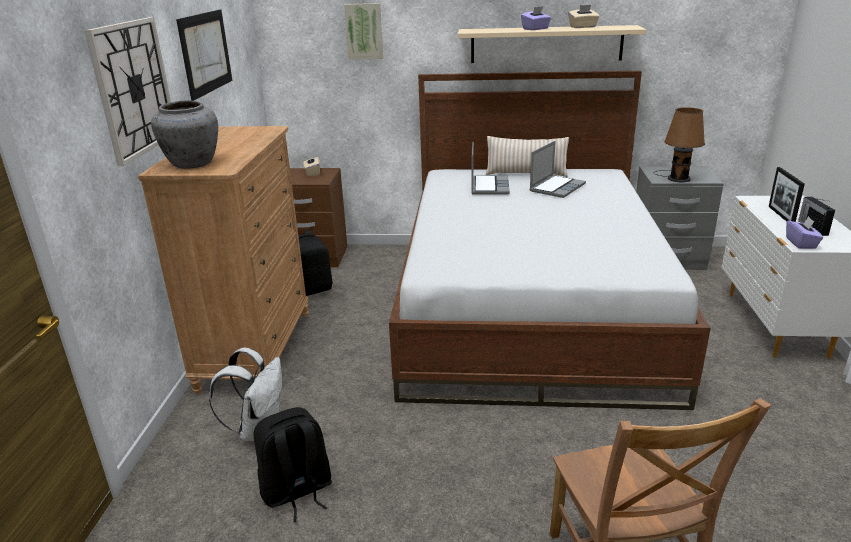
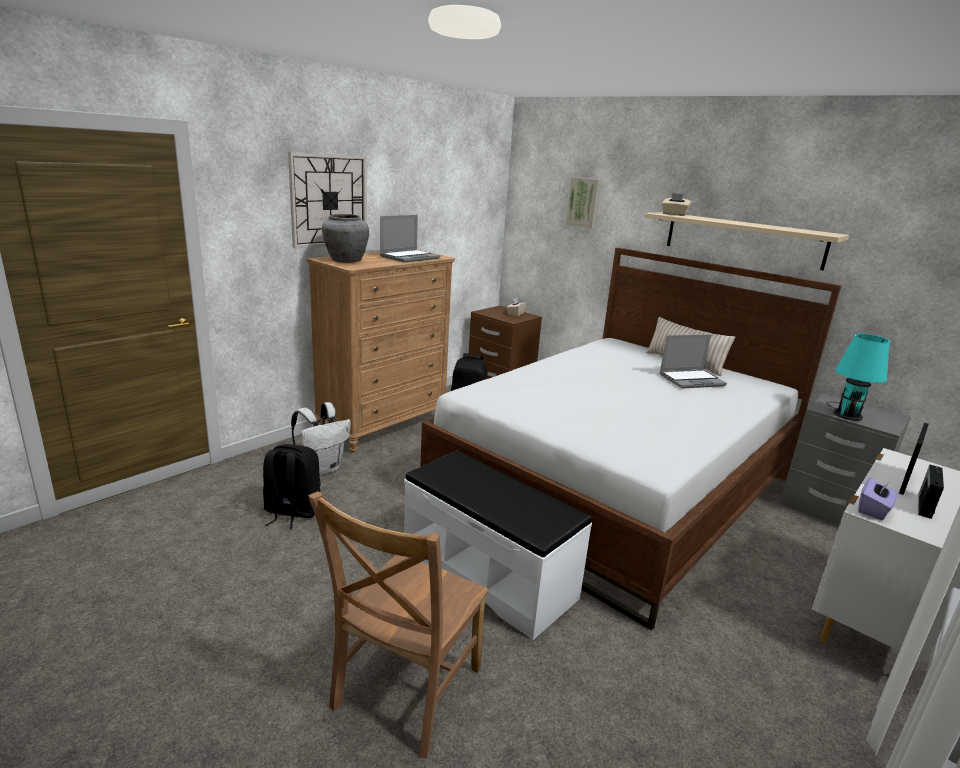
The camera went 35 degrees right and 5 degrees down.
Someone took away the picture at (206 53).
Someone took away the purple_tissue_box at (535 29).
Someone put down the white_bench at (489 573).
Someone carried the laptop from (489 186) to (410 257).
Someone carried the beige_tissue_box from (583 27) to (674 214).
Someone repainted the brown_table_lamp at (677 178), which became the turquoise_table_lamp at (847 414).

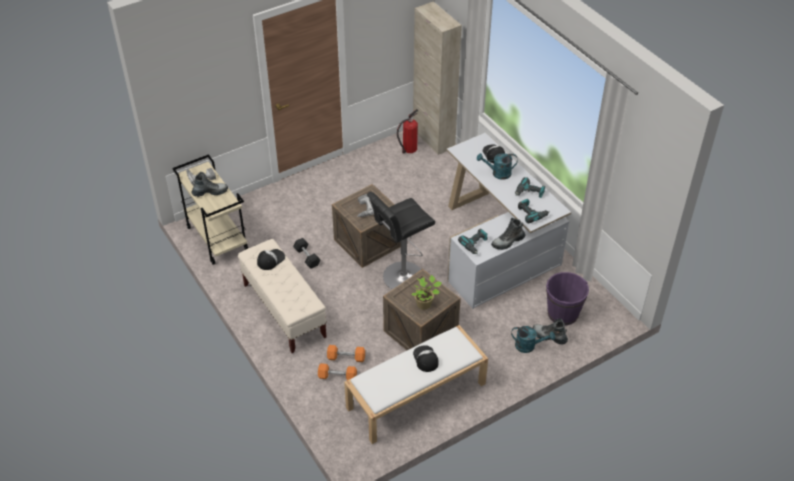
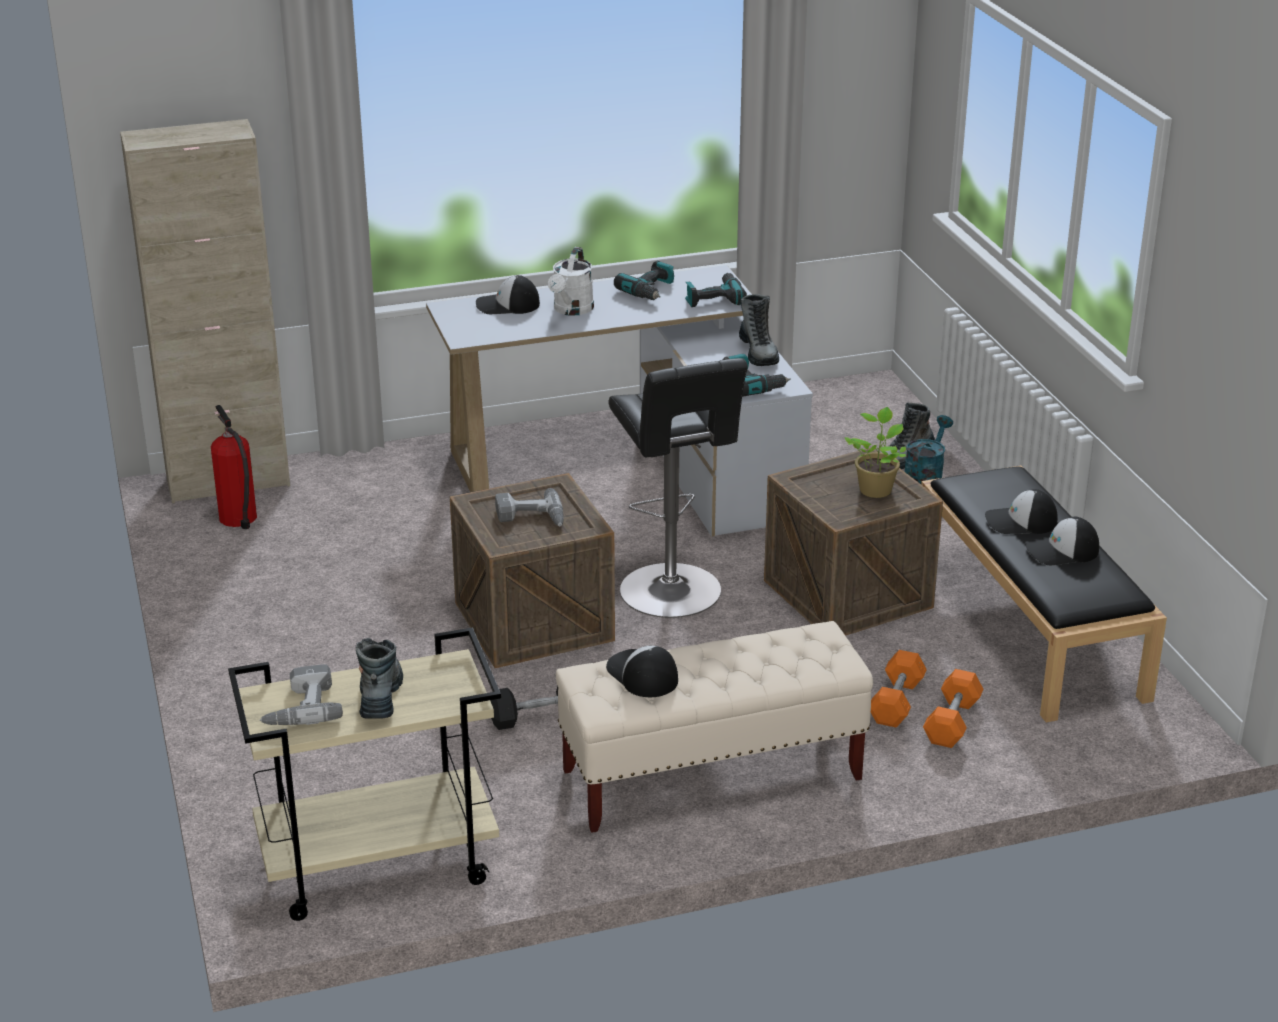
The camera went 75 degrees left and 15 degrees down.
Someone took away the purple_bucket at (562 314).
Someone put down the cap at (1062 551).
Someone repainted the white_bench at (416 396), which became the black_bench at (1030 627).
Someone repainted the turquoise_watering_can at (498 173), which became the white_watering_can at (571 310).

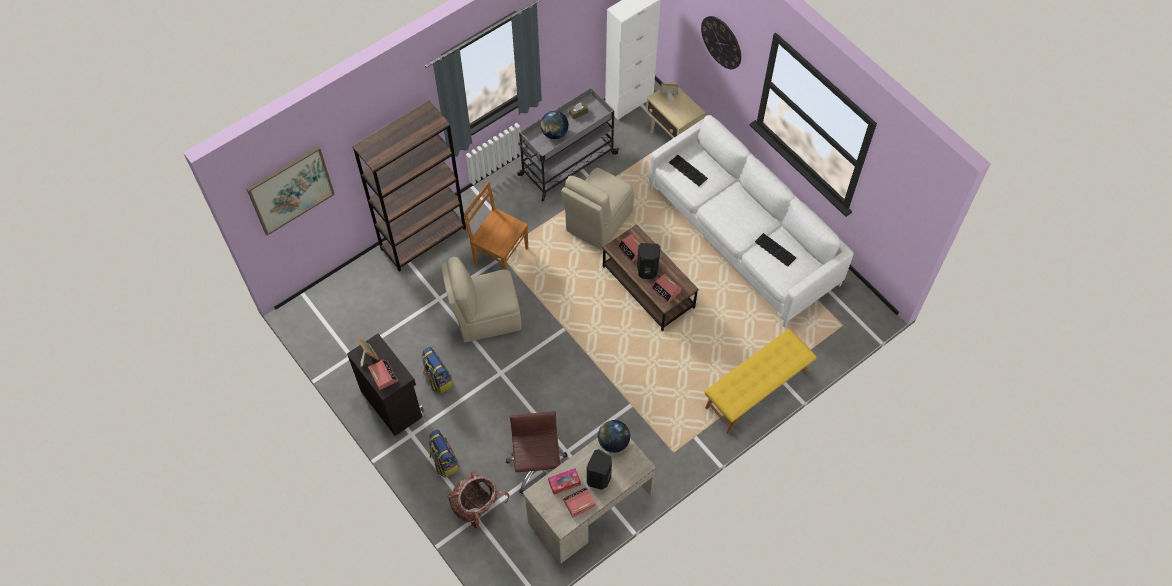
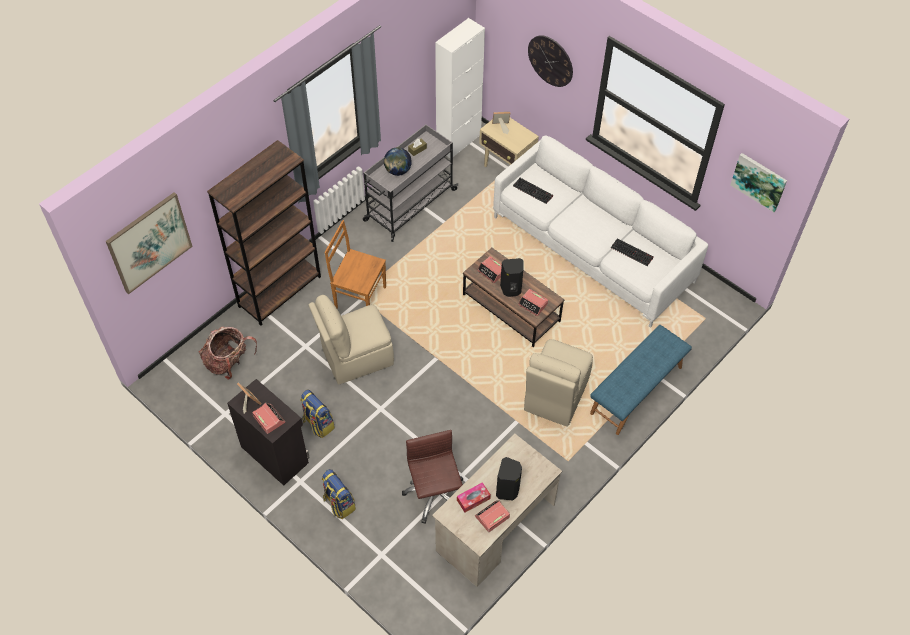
The camera went 10 degrees left and 5 degrees down.
Someone took away the globe at (613 442).
Someone put up the picture at (759 181).
Someone carried the backpack from (477 506) to (229 362).
Someone carried the beige_chair from (598 222) to (555 396).
Someone repainted the yellow_bench at (756 391), which became the blue_bench at (637 390).

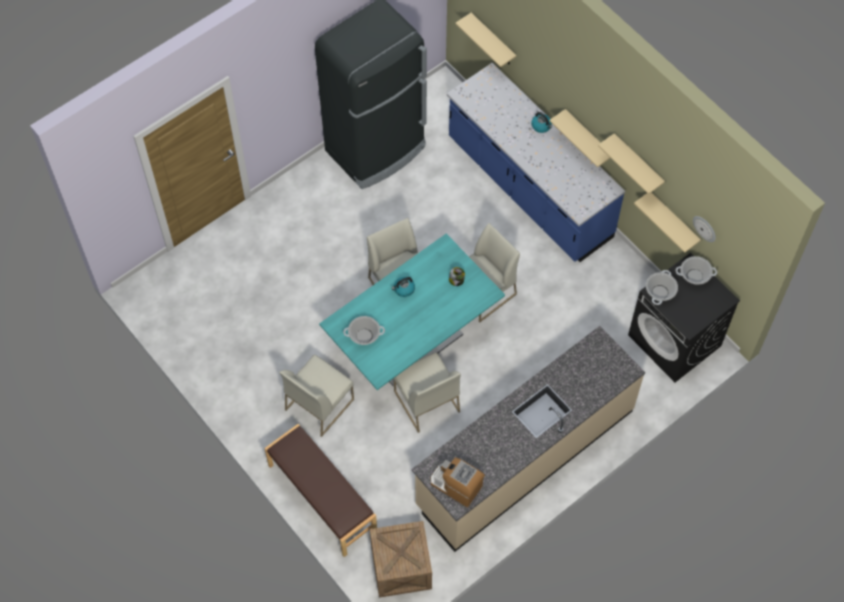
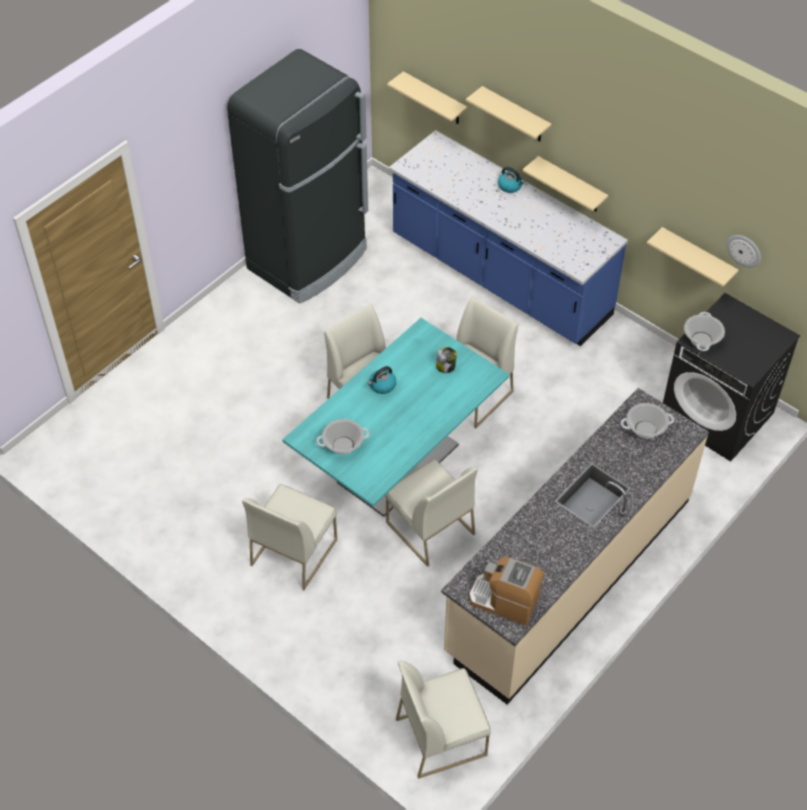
The camera went 10 degrees left and 10 degrees down.
Someone took away the brown_bench at (321 498).
Someone carried the beige_shelf from (638 163) to (515 115).
Someone carried the cooking_pot from (694 276) to (645 429).
Someone swapped the crate at (401 567) for the white_chair at (441 736).

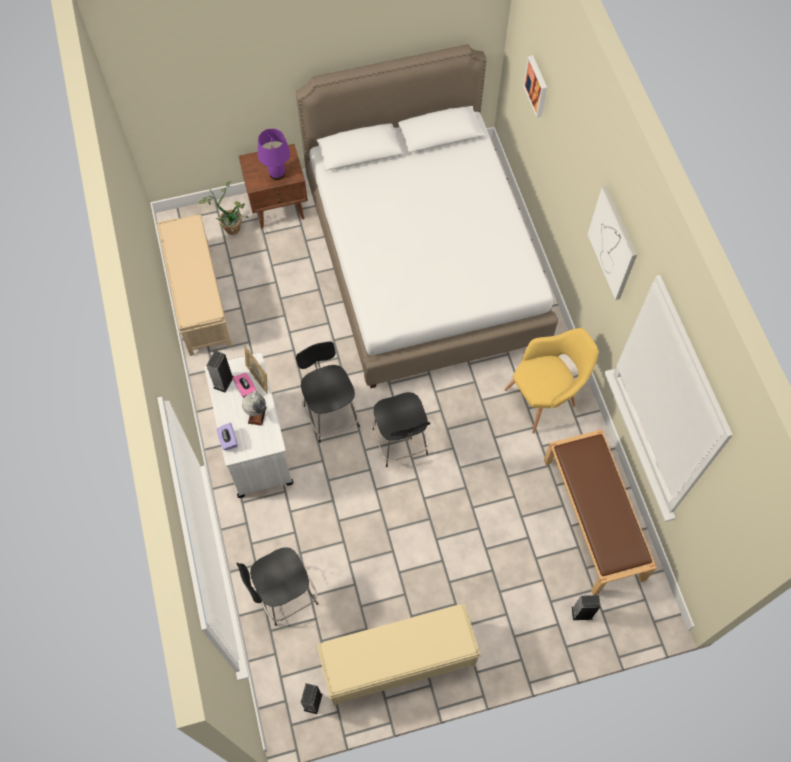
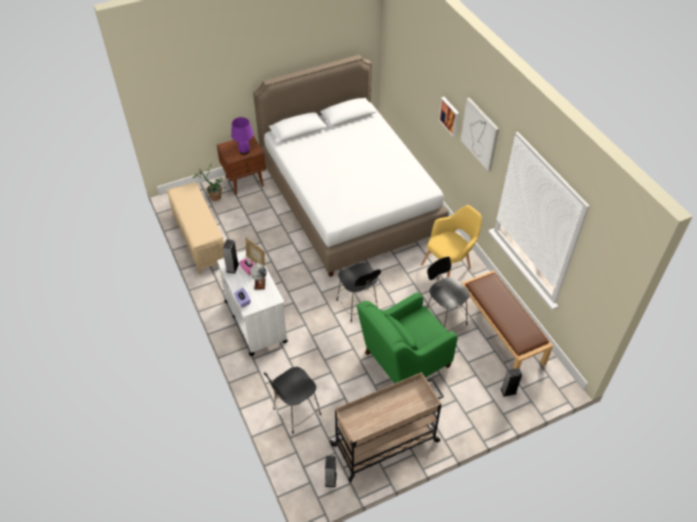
The camera went 10 degrees left and 15 degrees down.
Someone put down the green_armchair at (404 361).
Someone carried the black_chair from (330 414) to (444 320).
Someone carried the picture from (537 86) to (450 116).
Someone swapped the beige_bench at (397 662) for the beige_cart at (386 443).

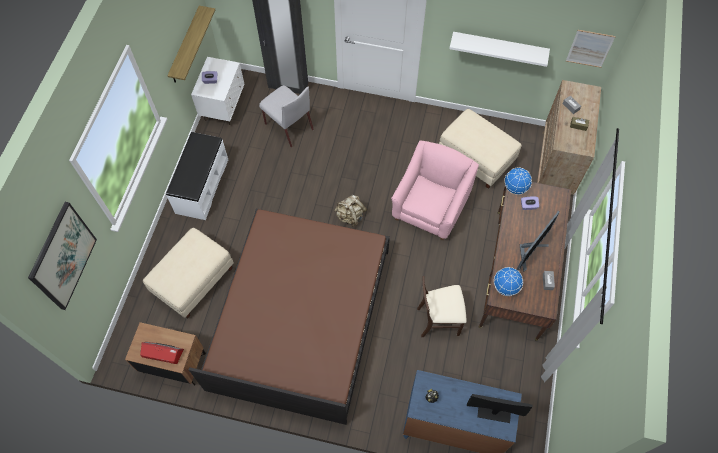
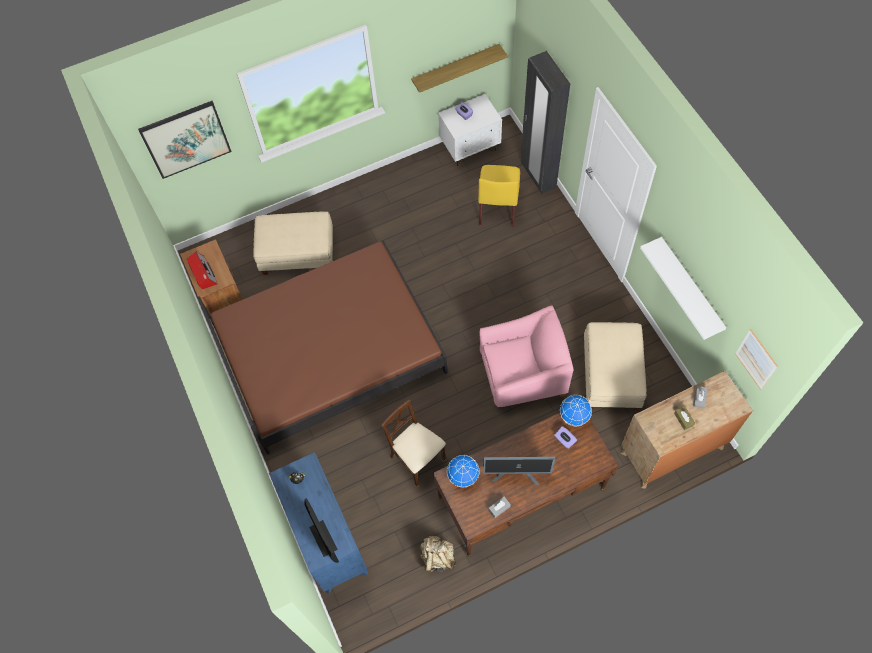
The camera went 55 degrees right and 0 degrees up.
Someone took away the white_bench at (201 186).
Someone carried the beige_backpack from (350 216) to (437 557).
Someone repainted the grey_chair at (288 126), which became the yellow_chair at (498 207).

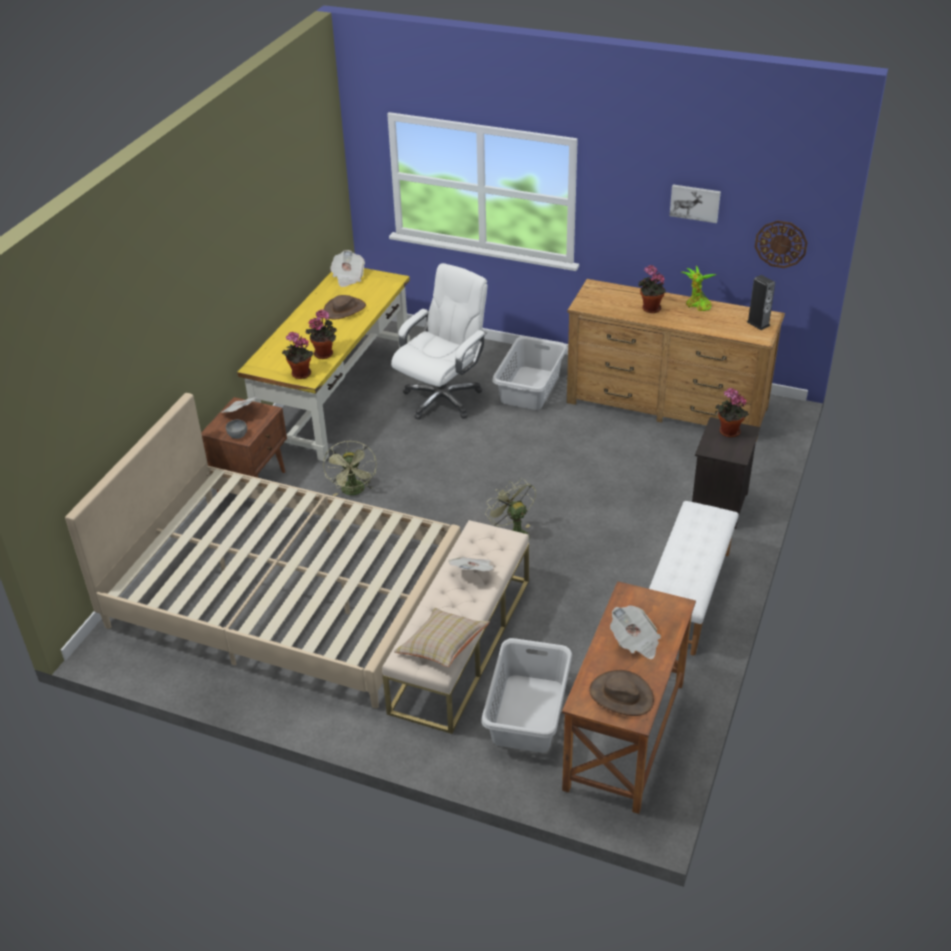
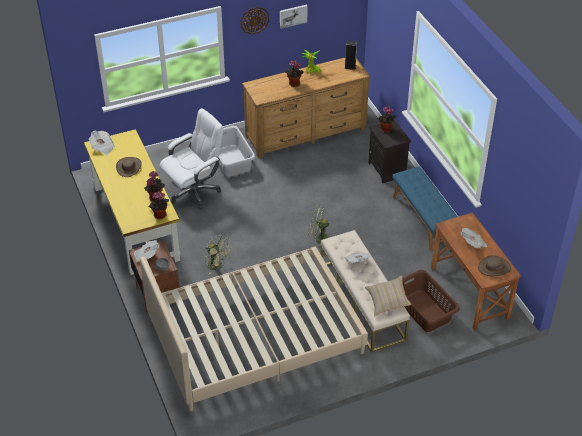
The camera went 45 degrees left and 5 degrees up.
Someone carried the wall_clock from (781 244) to (254 20).
Someone repainted the grey_laundry_basket at (526 713), which became the brown_laundry_basket at (424 311).
Someone repainted the white_bench at (688 596), which became the blue_bench at (423 219).
Someone rotated the white_office_chair at (443 398) by 60 degrees clockwise.

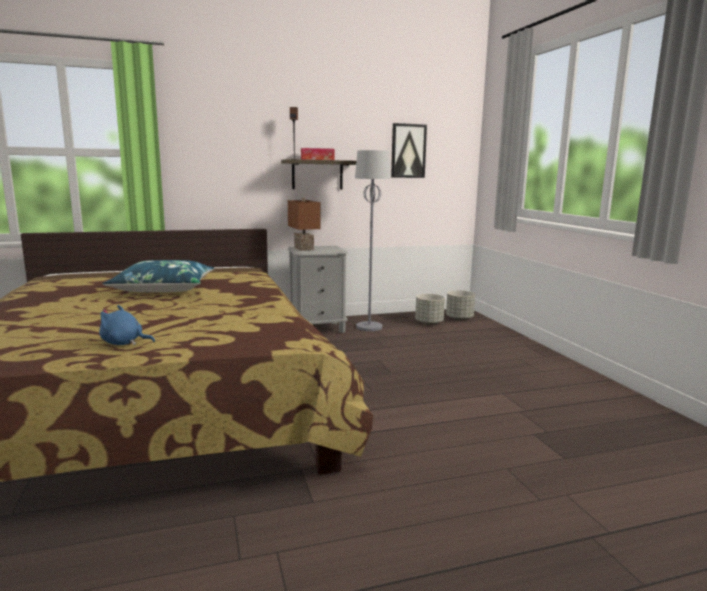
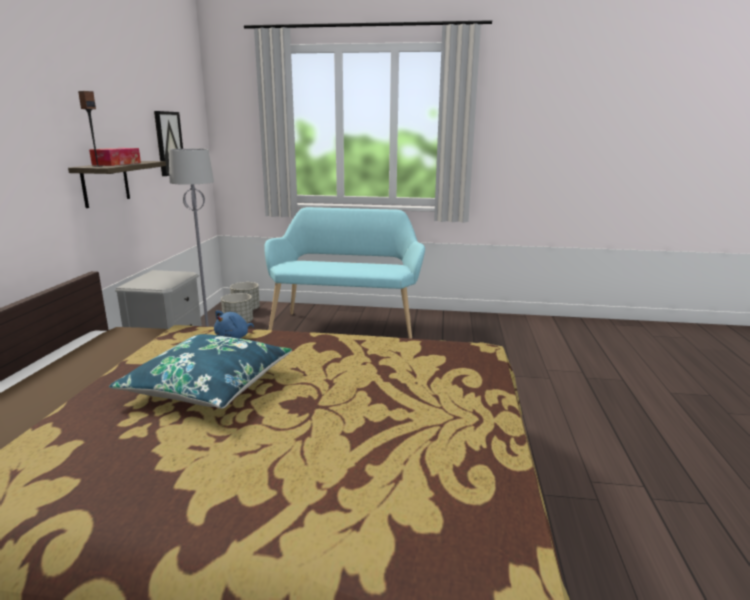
The camera went 65 degrees left and 5 degrees up.
Someone took away the brown_table_lamp at (302 249).
Someone put down the turquoise_bench at (346 325).
Someone carried the blue_plush_toy from (124 343) to (234 337).

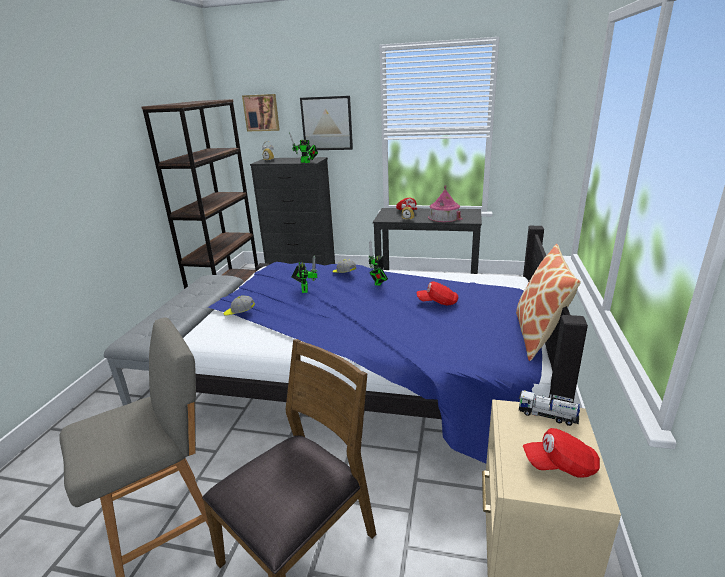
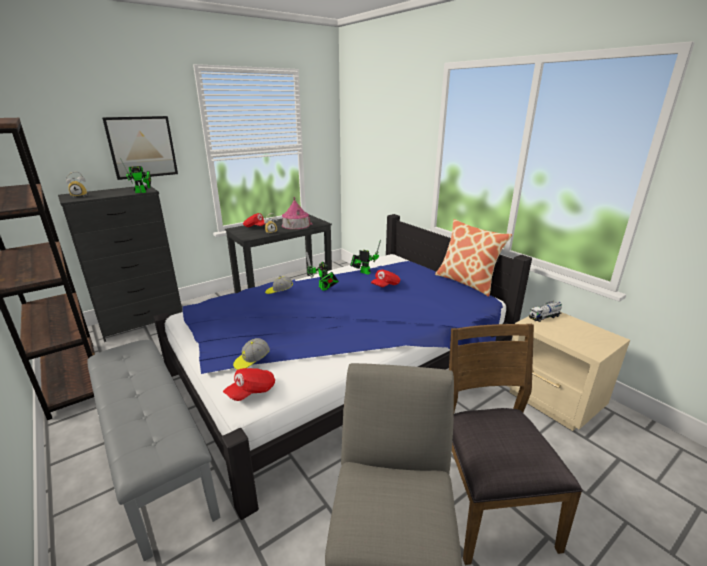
The camera went 50 degrees left and 0 degrees up.
Someone took away the picture at (261 112).
Someone carried the toy_robot from (305 289) to (363 272).
Someone carried the red_cap from (560 465) to (251 391).

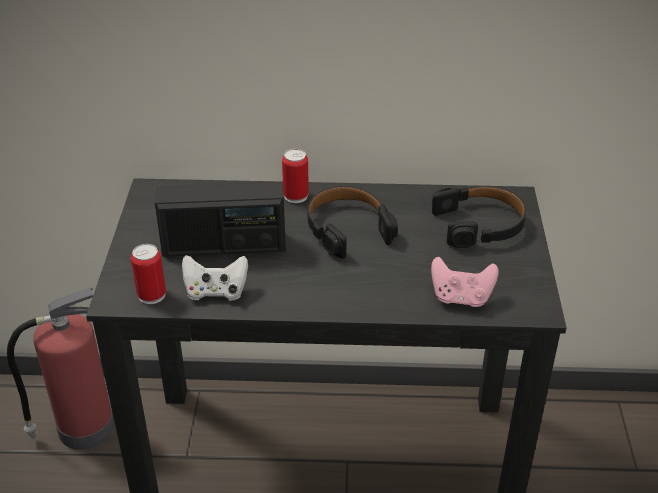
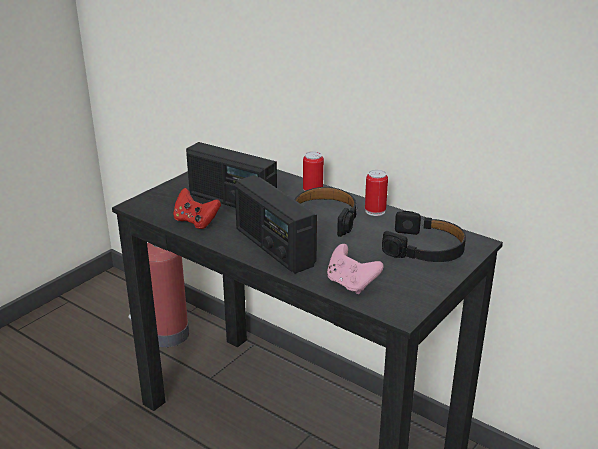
The camera went 35 degrees right and 10 degrees down.
Someone put down the radio at (274 247).
Someone carried the can from (151 295) to (375 211).
Someone repainted the white_game_controller at (216 292), which became the red_game_controller at (195 222).

